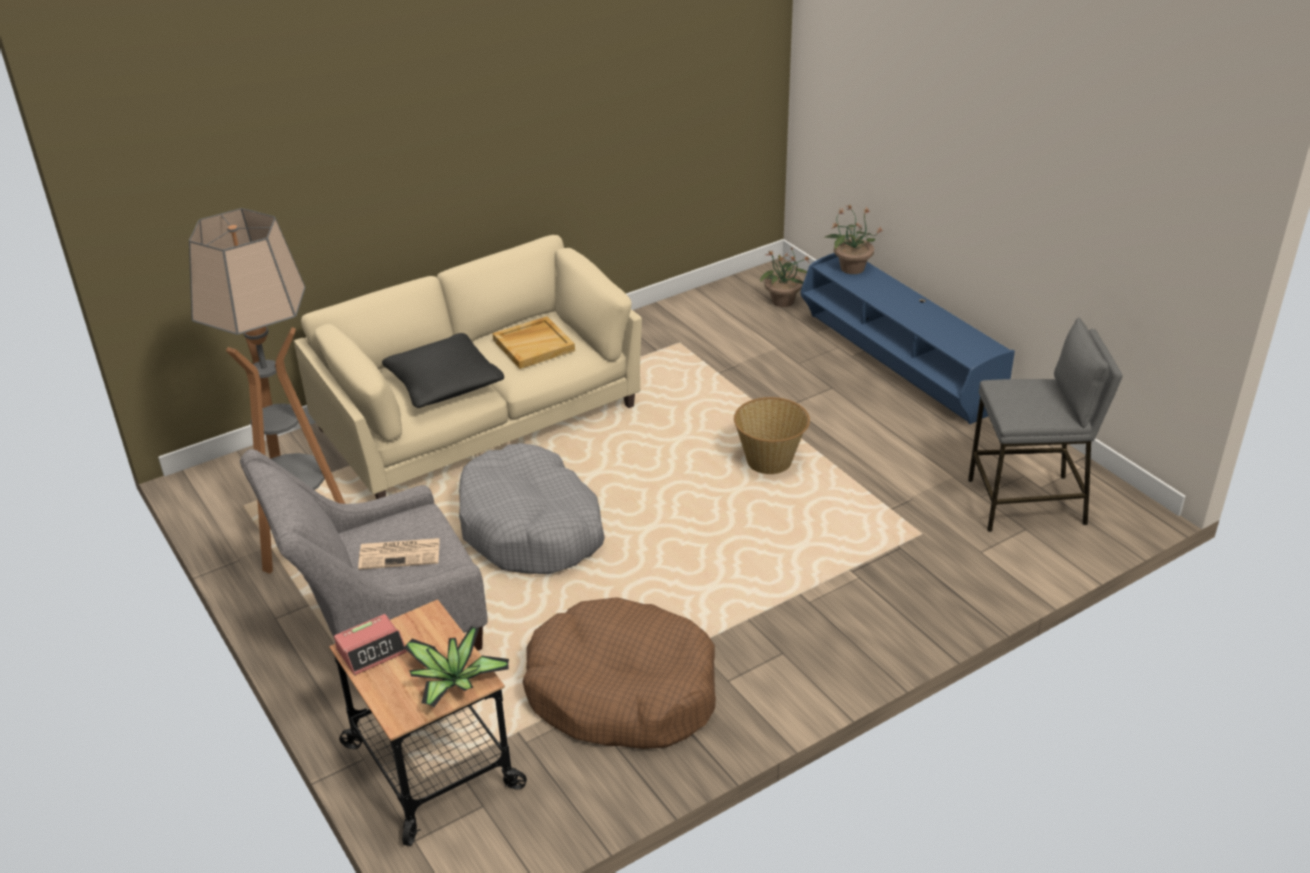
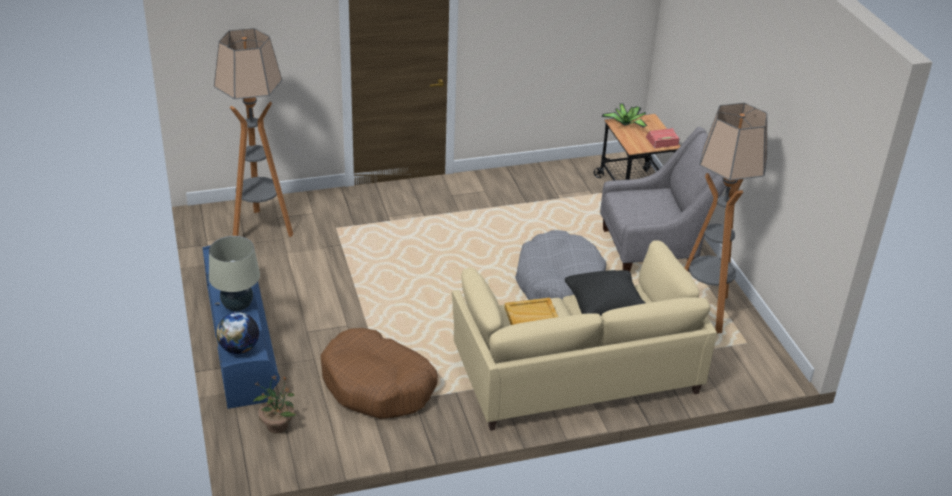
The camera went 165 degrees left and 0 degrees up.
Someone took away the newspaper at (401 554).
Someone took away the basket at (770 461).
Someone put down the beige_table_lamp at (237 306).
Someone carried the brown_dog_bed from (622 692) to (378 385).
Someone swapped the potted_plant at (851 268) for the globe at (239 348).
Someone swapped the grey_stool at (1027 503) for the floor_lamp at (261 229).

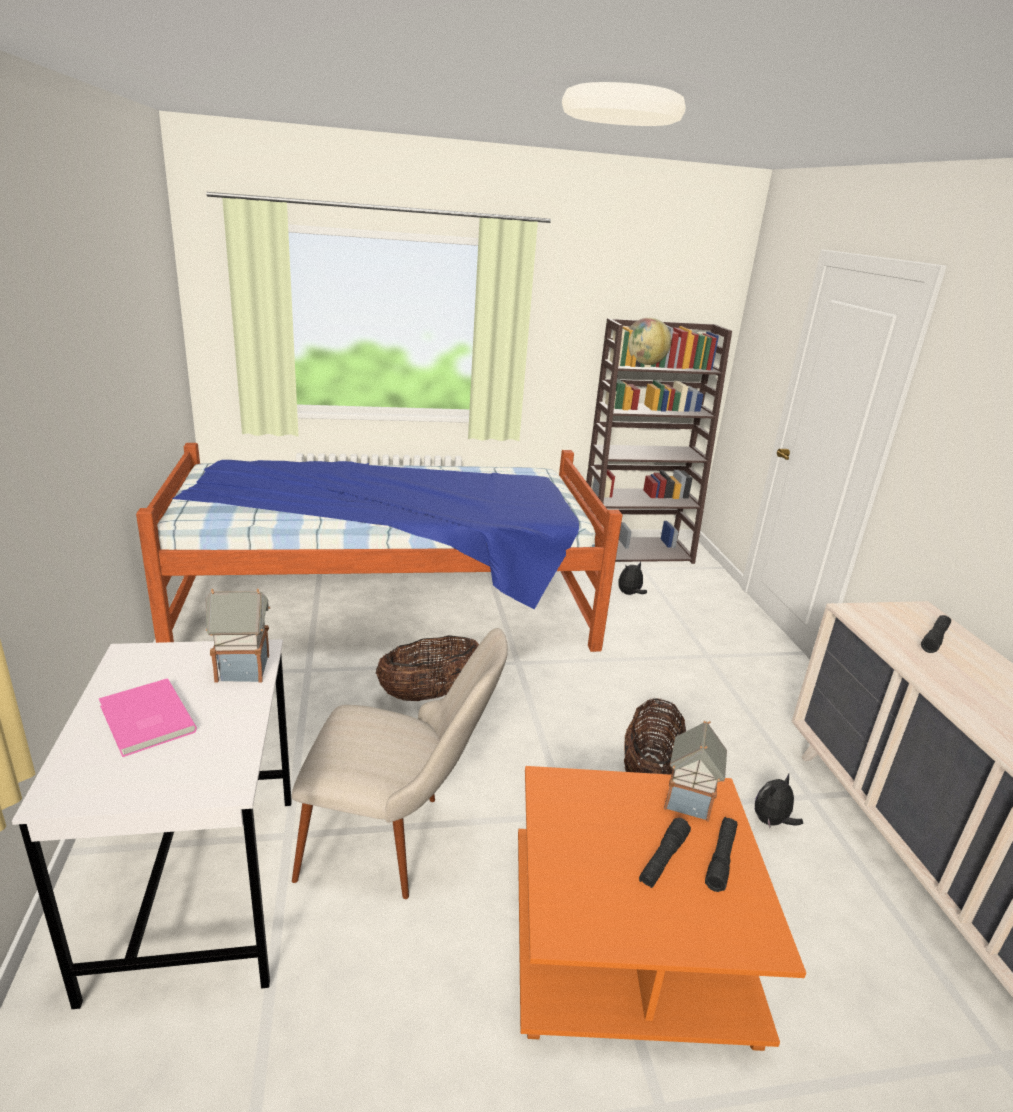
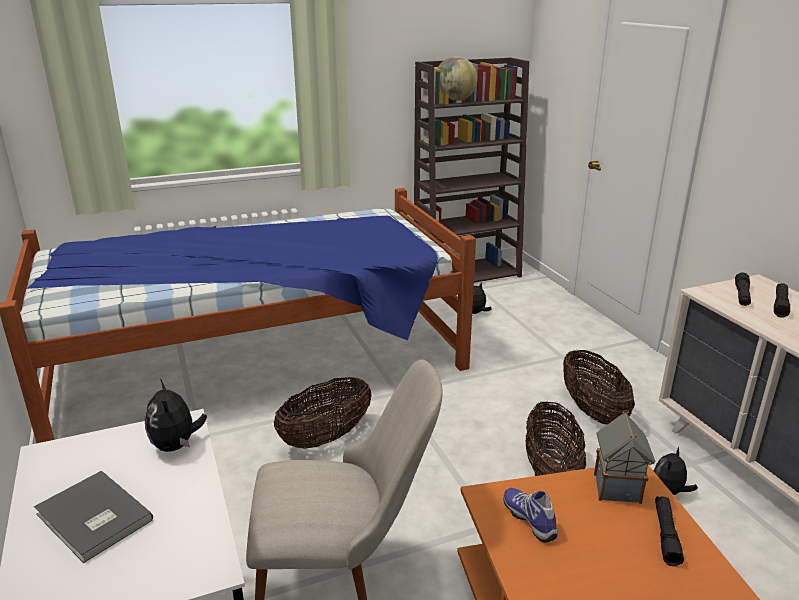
The camera went 10 degrees left and 0 degrees up.
Someone put down the shoe at (530 519).
Someone put down the basket at (592 411).
Someone carried the black_flashlight from (663 859) to (742 295).
Someone swapped the toy_house at (244 668) for the plush_toy at (176 445).
Someone repainted the pink_book at (145 720), which became the grey_book at (92 519).

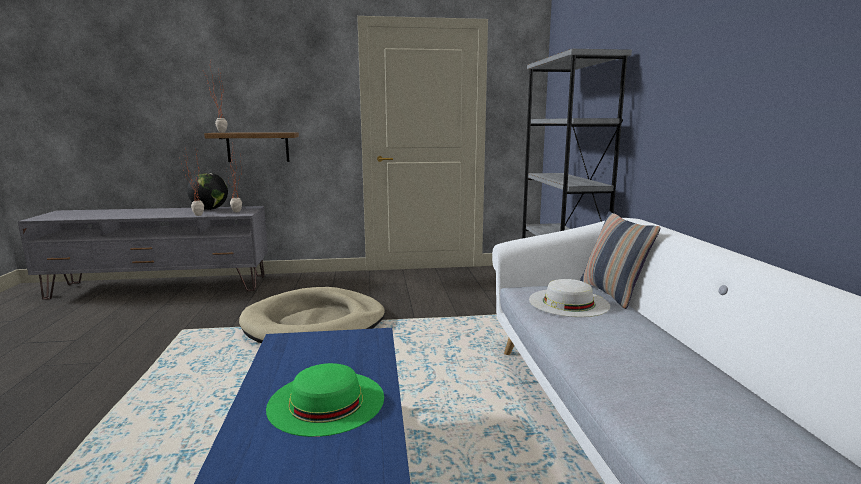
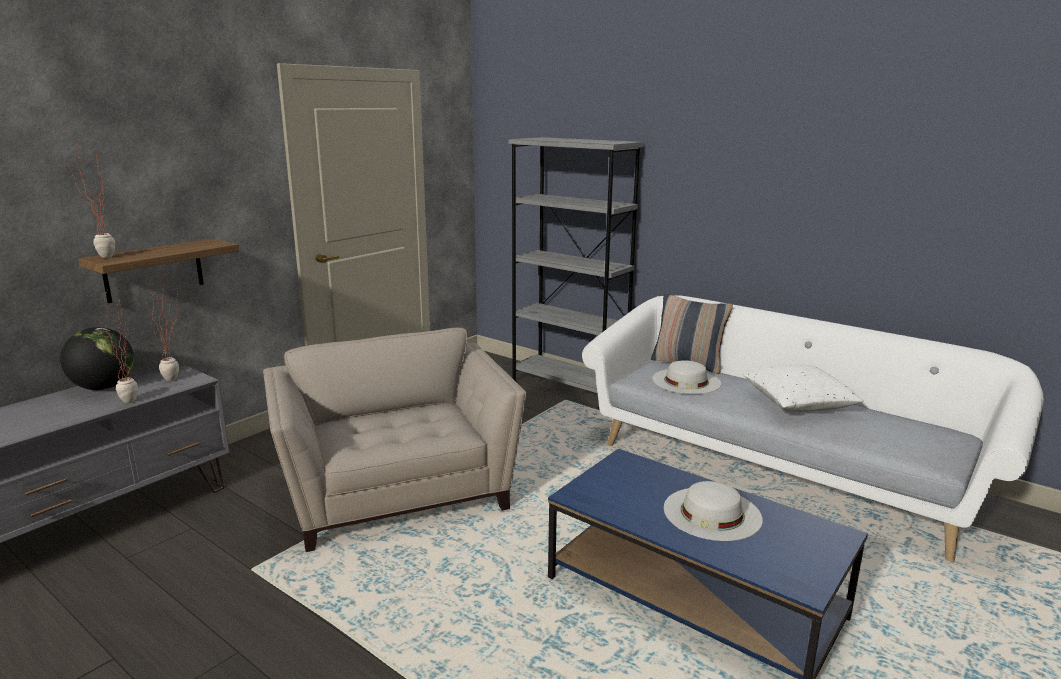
The camera went 45 degrees left and 5 degrees up.
Someone put down the white_pillow at (798 404).
Someone swapped the beige_dog_bed at (315 323) for the beige_armchair at (397 491).
Someone repainted the green_hat at (326 401), which became the white_hat at (712 513).

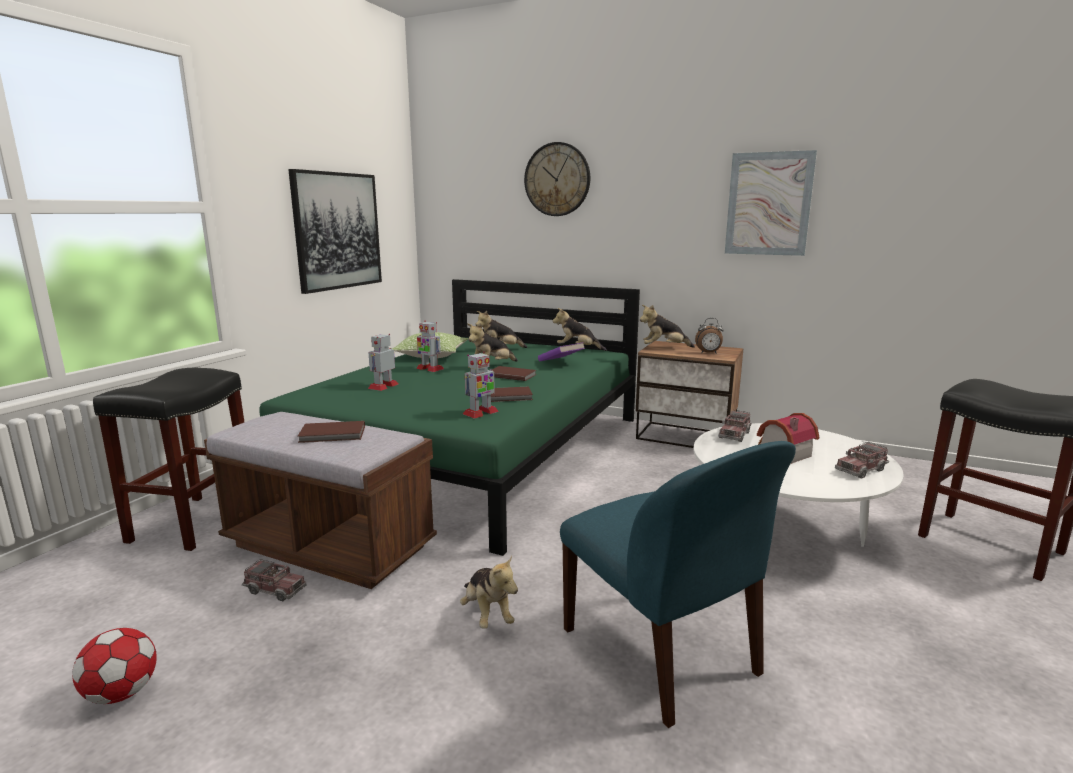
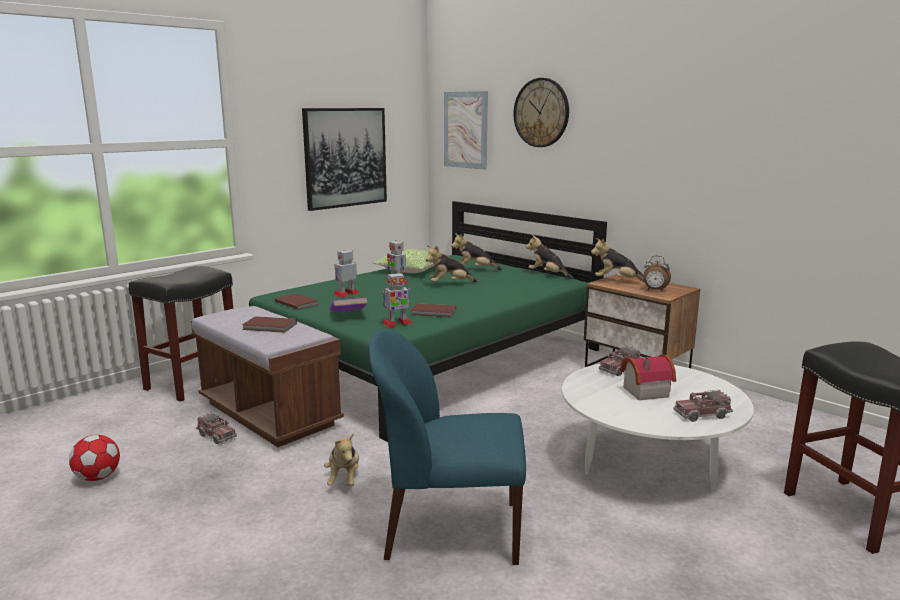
The camera went 20 degrees right and 0 degrees up.
Someone carried the brown_book from (511 375) to (297 303).
Someone carried the purple_book from (560 362) to (348 315).
Someone carried the picture from (768 204) to (465 130).
Someone rotated the blue_chair at (662 653) by 105 degrees clockwise.

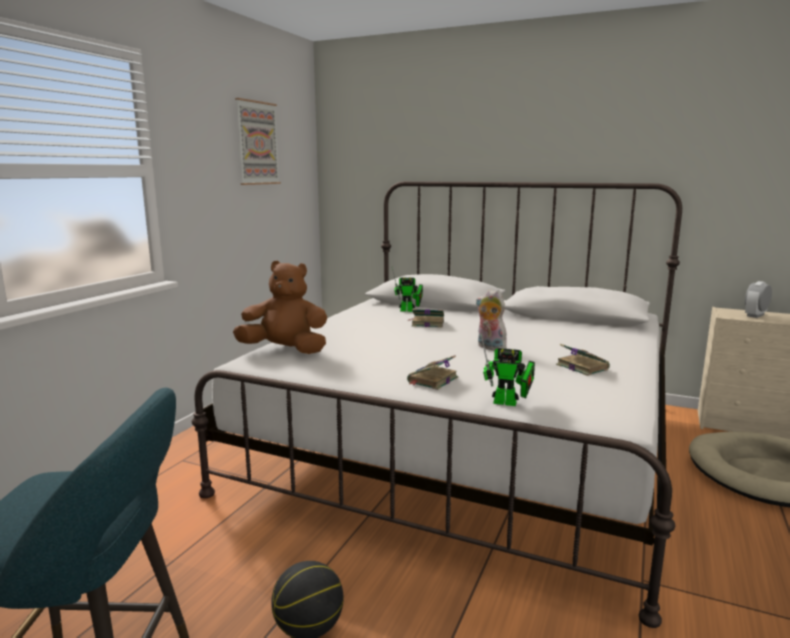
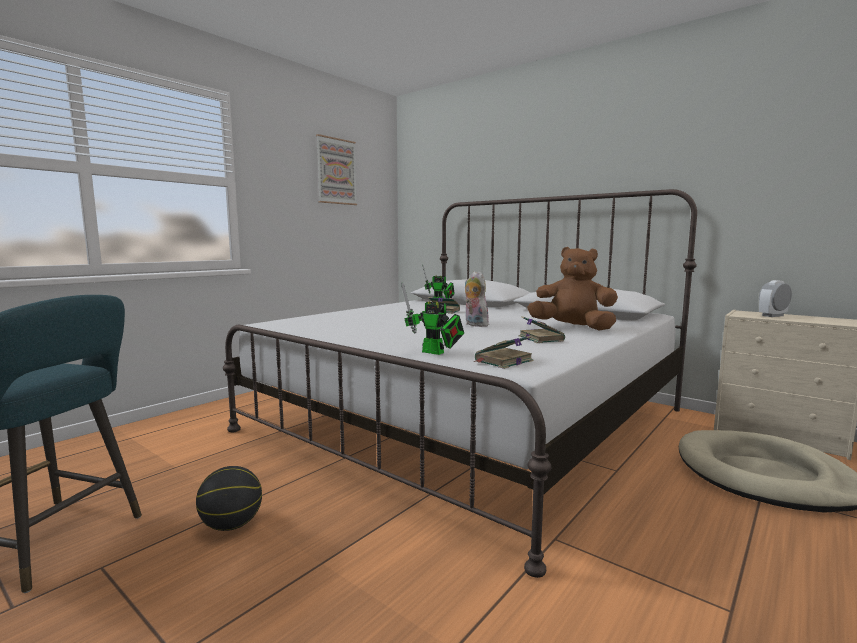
The camera went 15 degrees right and 5 degrees down.
Someone carried the brown_plush_toy from (285 350) to (572 328).
Someone carried the book from (432 380) to (503 361).

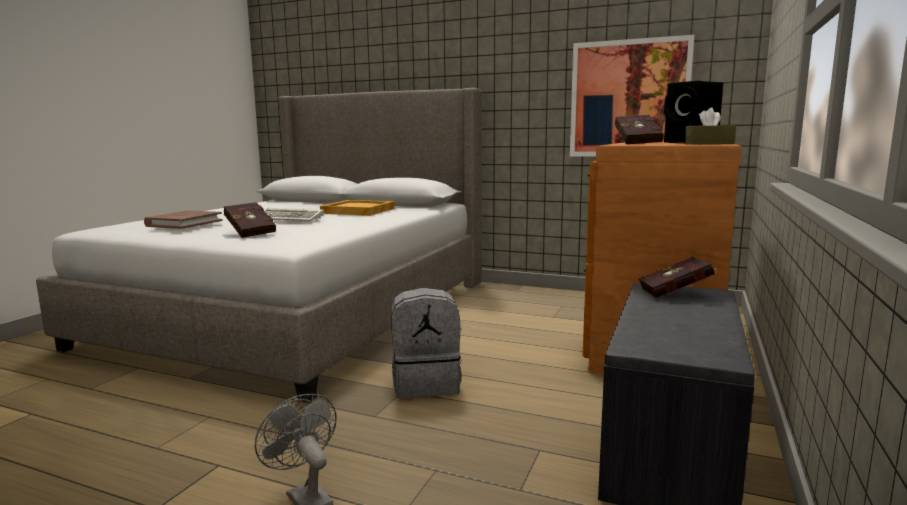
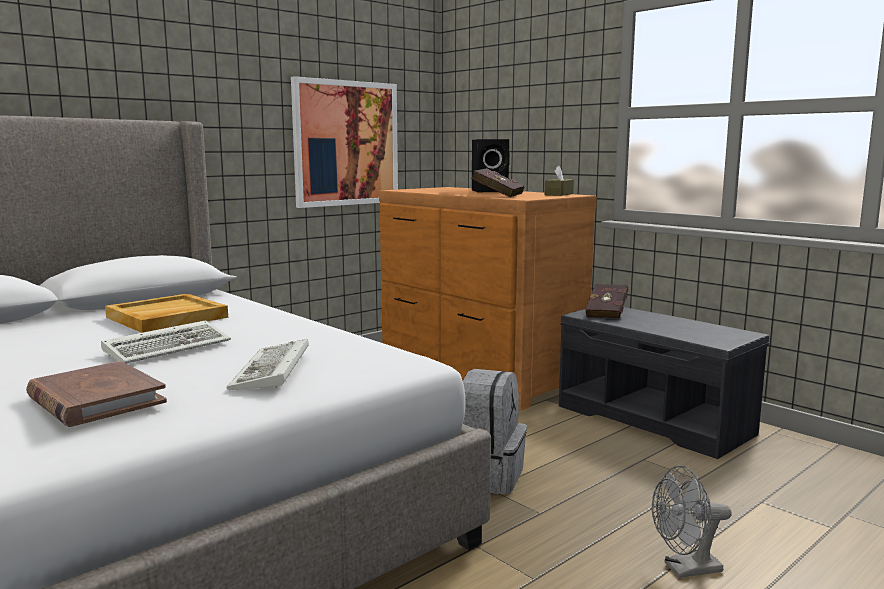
The camera went 65 degrees left and 0 degrees up.
Someone swapped the red_book at (250 232) for the keyboard at (272 371).

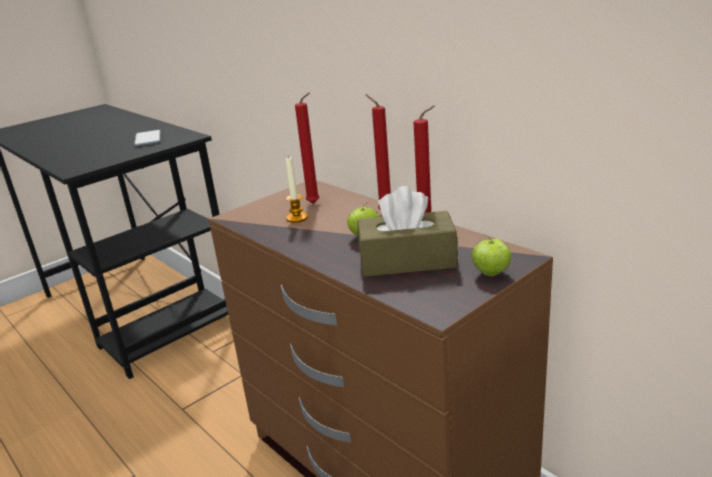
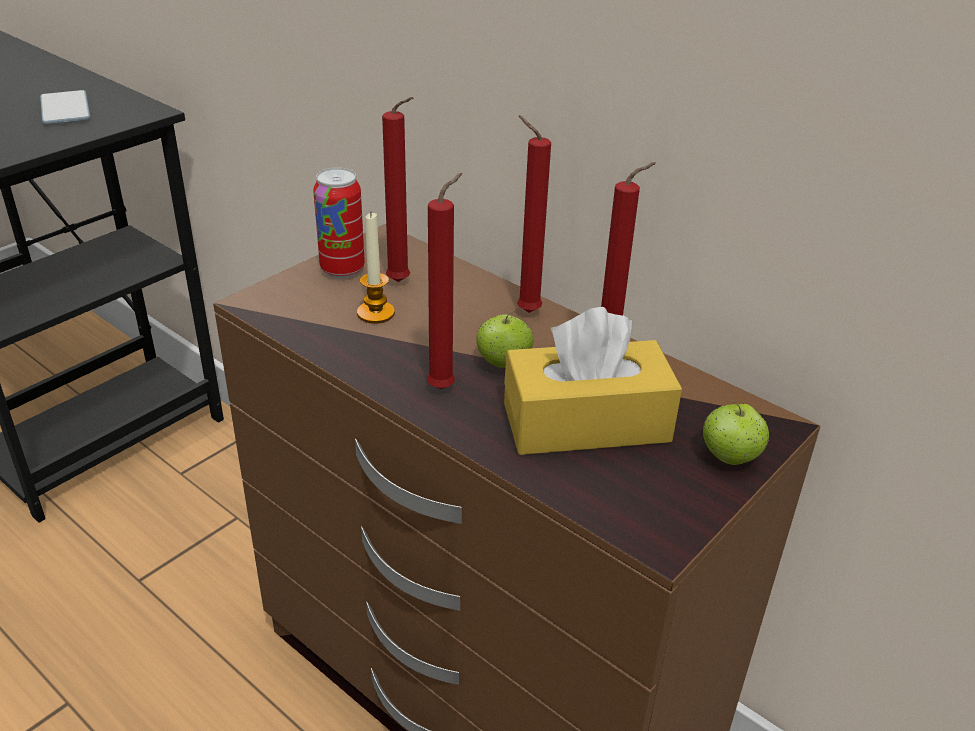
The camera went 10 degrees left and 10 degrees up.
Someone put down the can at (342 269).
Someone put down the red_candle at (445 387).
Someone repainted the brown_tissue_box at (407 261), which became the yellow_tissue_box at (586 423).

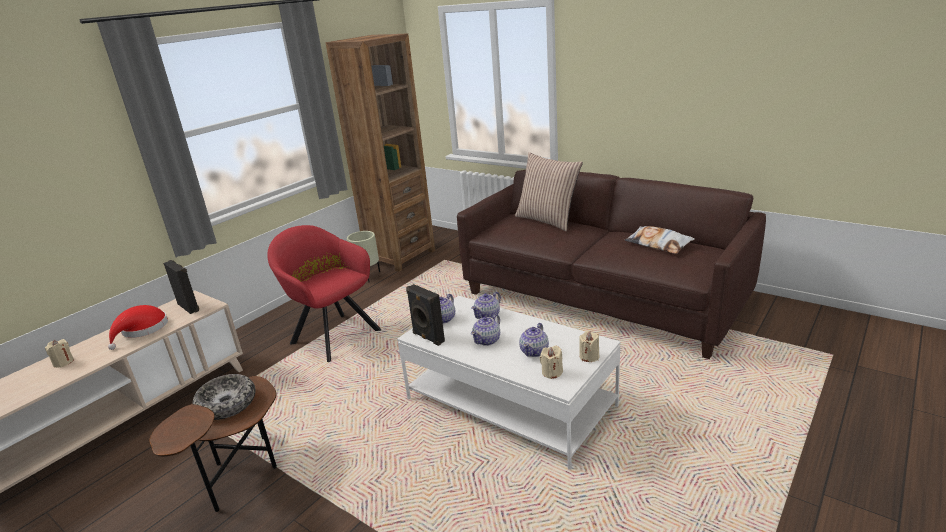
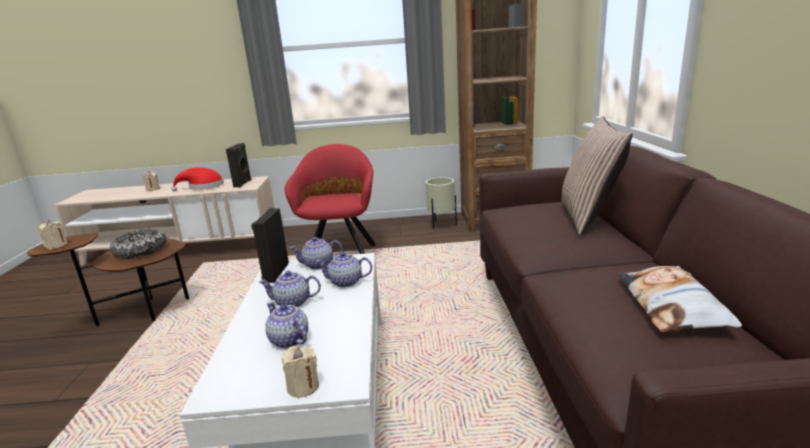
The camera went 50 degrees right and 5 degrees down.
Someone carried the beige_candle from (552 372) to (56 245).
Someone rotated the teapot at (534 351) by 60 degrees clockwise.

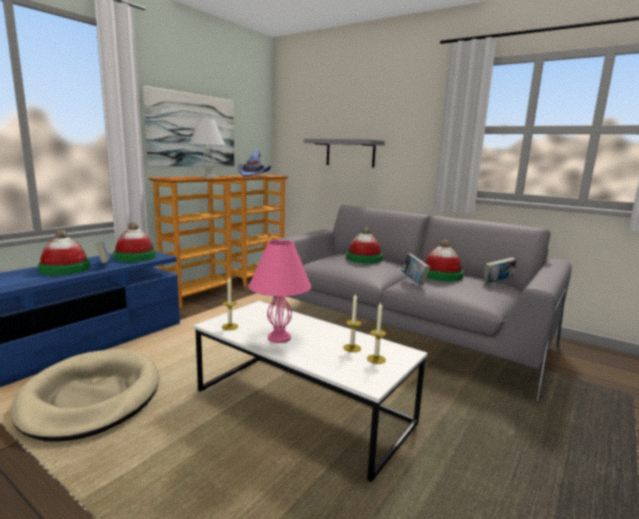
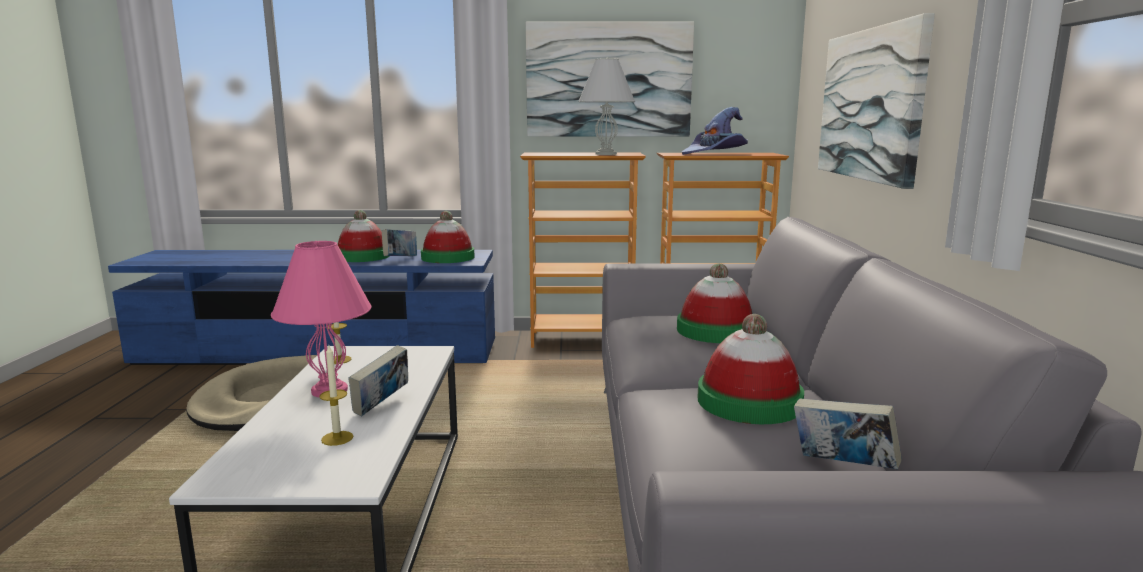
The camera went 55 degrees right and 0 degrees up.
Someone took away the candle at (376 359).
Someone carried the book from (414 281) to (381 405).
Someone swapped the grey_shelf at (350 153) for the picture at (870 104).

